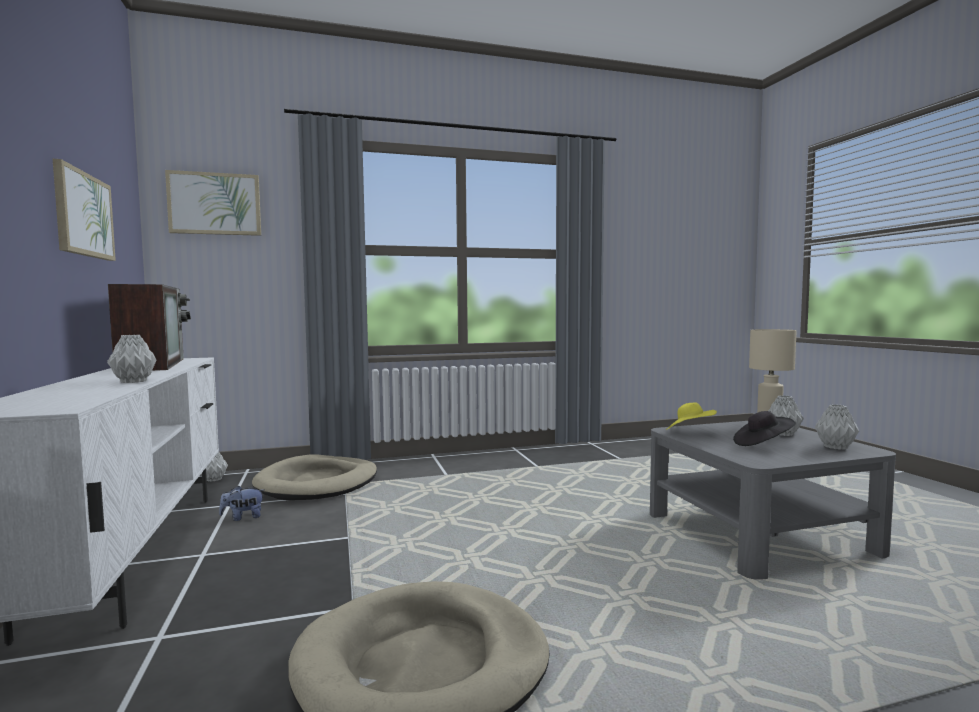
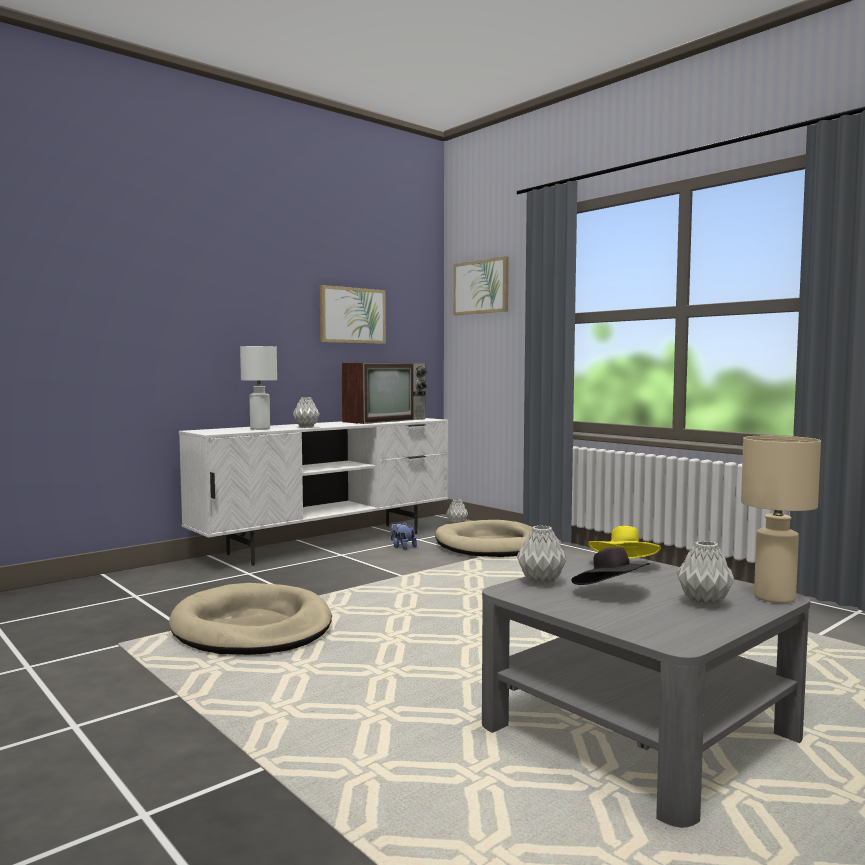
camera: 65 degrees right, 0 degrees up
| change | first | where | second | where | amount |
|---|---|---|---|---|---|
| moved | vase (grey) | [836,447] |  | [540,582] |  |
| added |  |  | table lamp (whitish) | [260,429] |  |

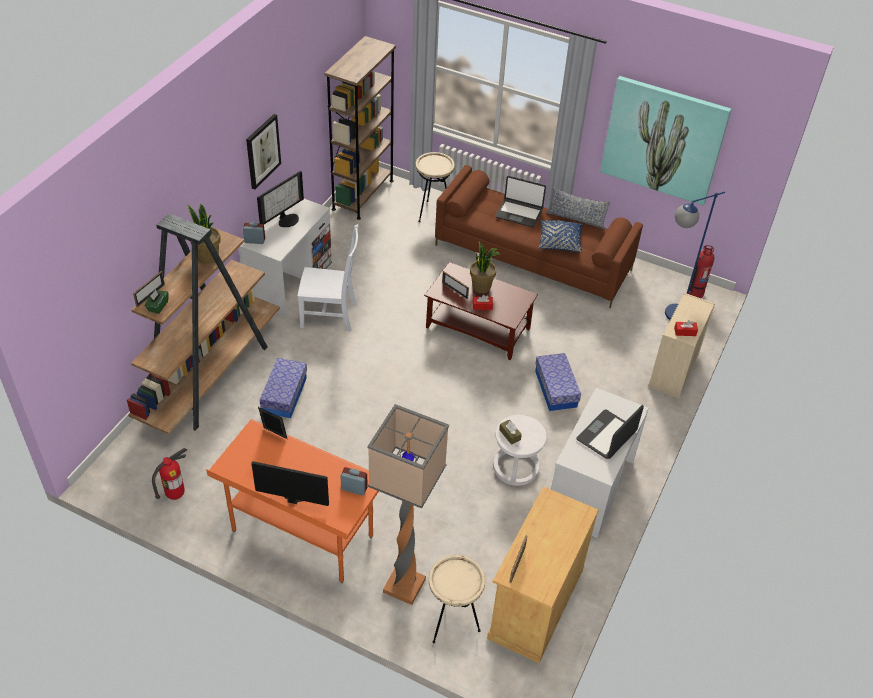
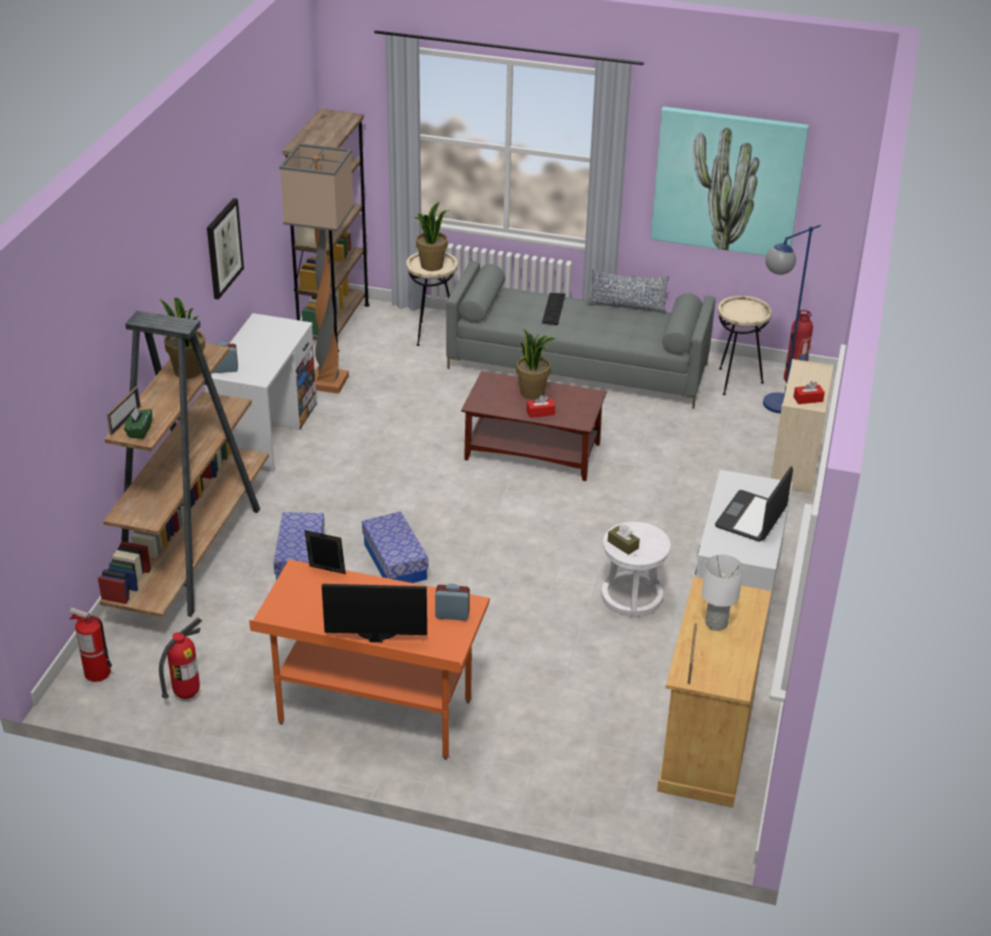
camera: 10 degrees left, 10 degrees down
| change | first | where | second | where | amount |
|---|---|---|---|---|---|
| recoloured | sofa (brown) | [533,257] | sofa (grey) | [579,366] |  |
| removed | computer display | [287,219] |  |  |  |
| replaced | laptop | [519,213] | PC keyboard | [553,308] |  |
| removed | throw pillow (bluish) | [560,242] |  |  |  |
| removed | upright chair (whitish) | [331,315] |  |  |  |
| removed | standing frame | [455,290] |  |  |  |
| moved | storage bin | [556,389] |  | [395,561] |  |
| moved | standing lamp | [403,586] |  | [327,383] |  |
| moved | end table (sand-coloured) | [452,624] |  | [735,382] |  |
| added |  |  | plant in a pot | [431,265] |  |
| added |  |  | table lamp (whitish) | [716,623] |  |
| added |  |  | extinguisher | [97,673] |  |

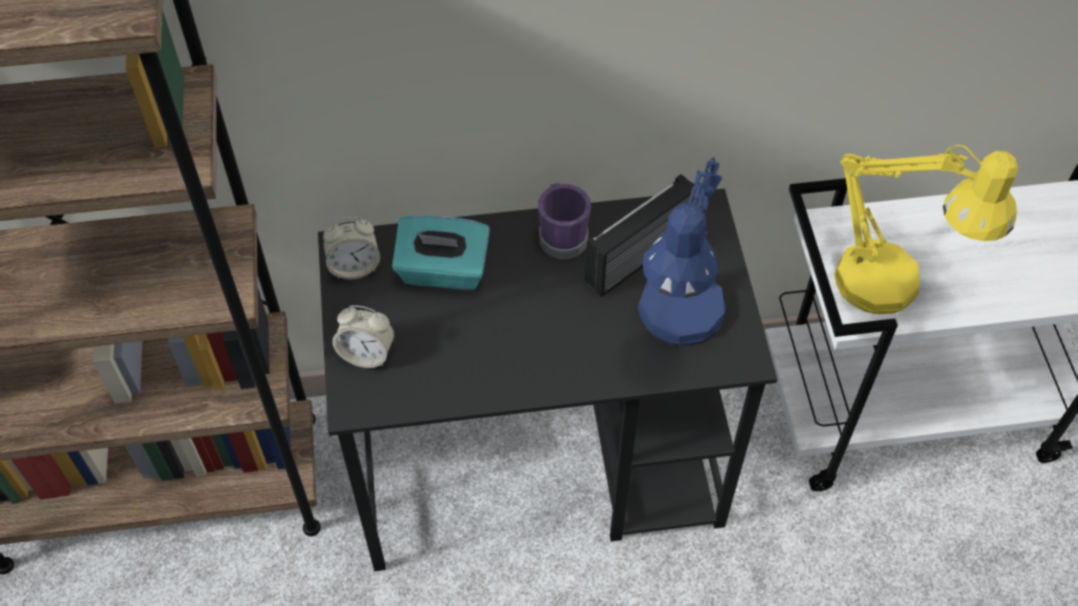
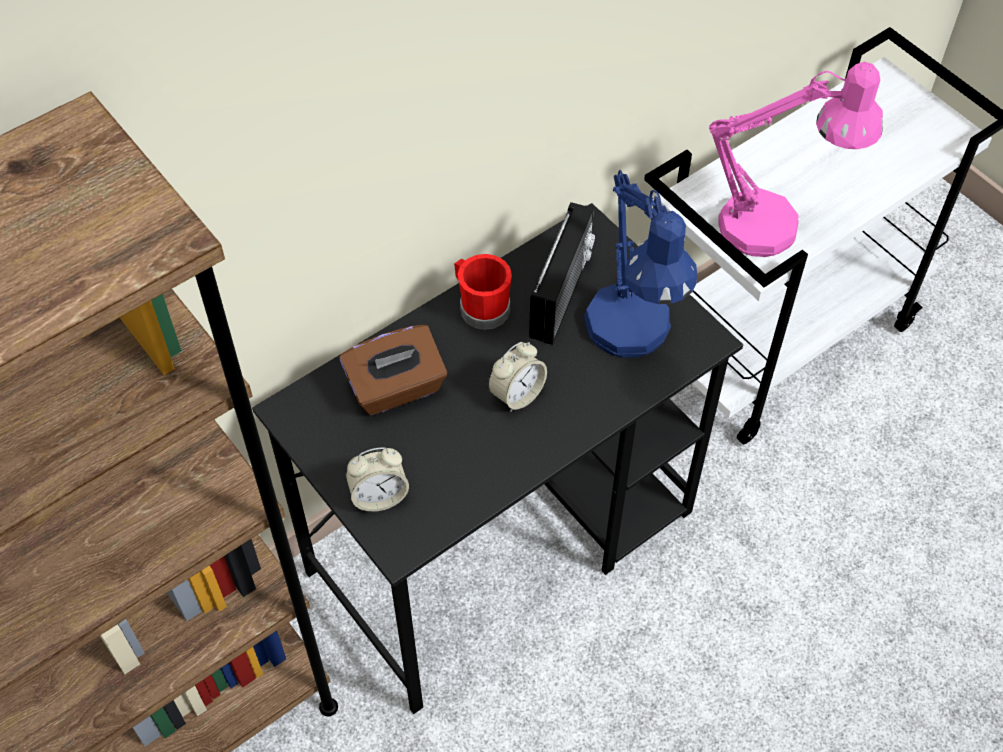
camera: 30 degrees left, 0 degrees up
| change | first | where | second | where | amount |
|---|---|---|---|---|---|
| recoloured | table lamp (yellow) | [894,289] | table lamp (pink) | [776,227] |  |
| recoloured | coffee mug (purplish) | [562,235] | coffee mug (reddish) | [480,306] |  |
| recoloured | tissue box (turquoise-coloured) | [443,271] | tissue box (brown) | [396,388] |  |
| moved | alarm clock | [354,267] |  | [517,394] |  |

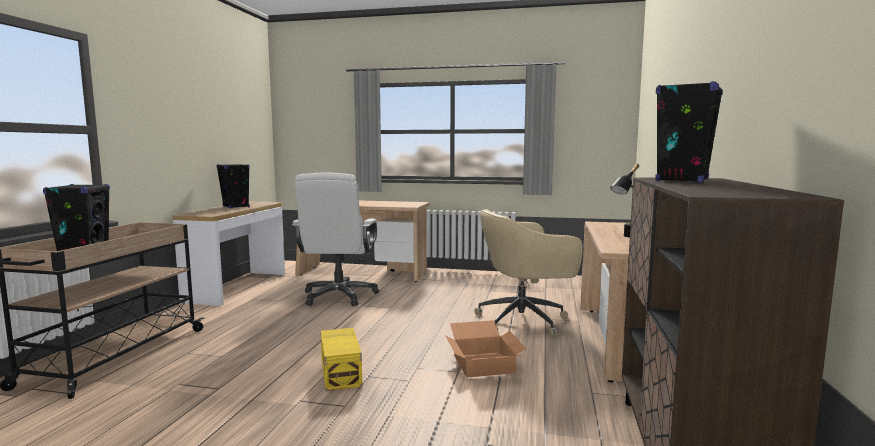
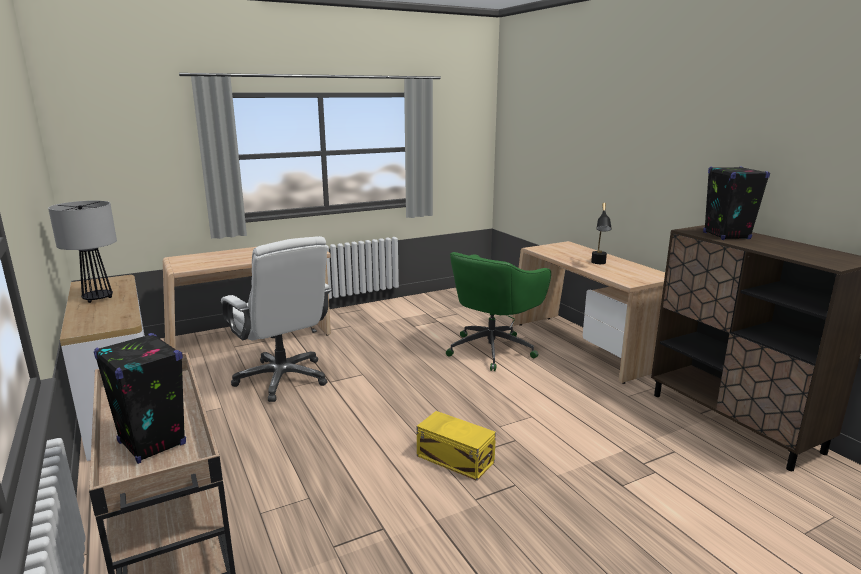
camera: 40 degrees left, 10 degrees up
| change | first | where | second | where | amount |
|---|---|---|---|---|---|
| replaced | speaker (black-coloured) | [236,206] | table lamp | [98,298] |  |
| recoloured | desk chair (sand-coloured) | [524,320] | desk chair (green) | [492,349] |  |
| removed | cardboard box | [485,364] |  |  |  |

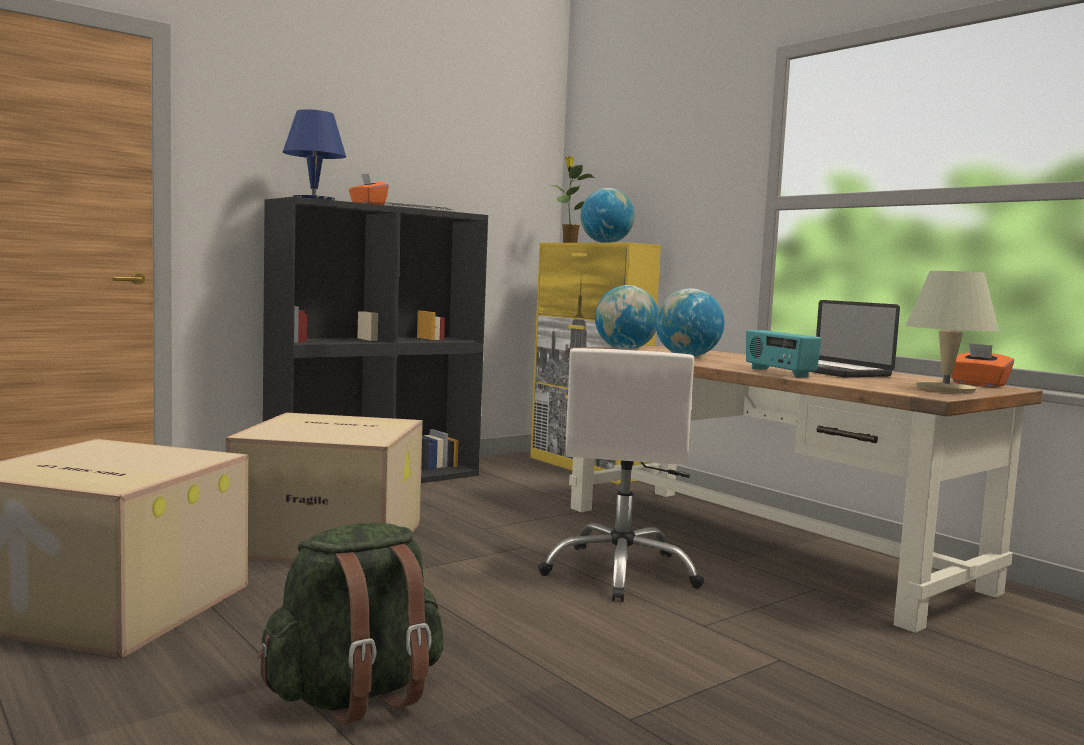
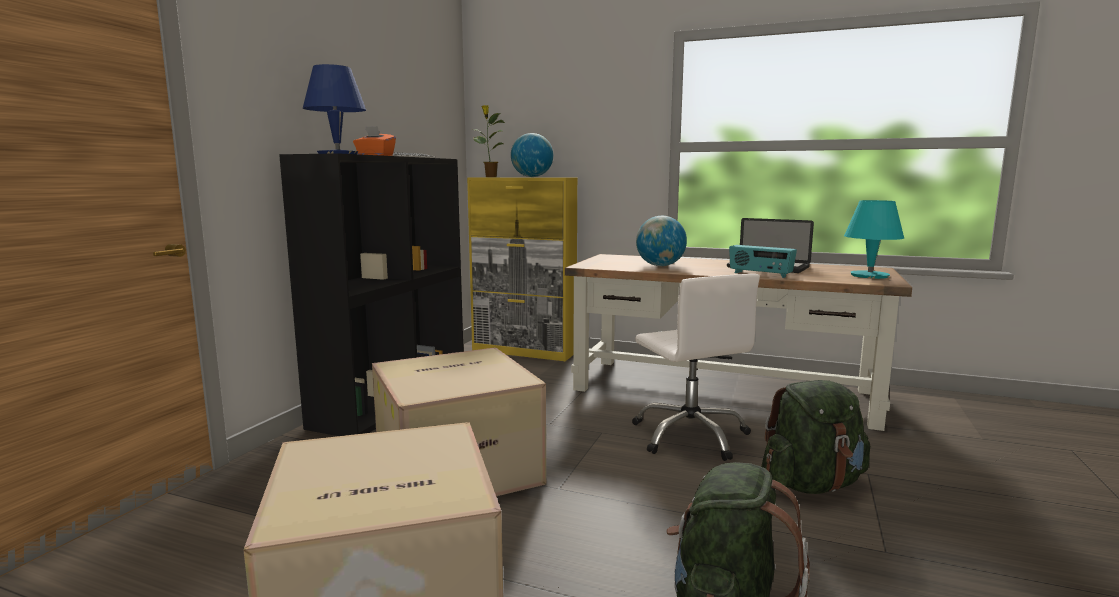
camera: 30 degrees left, 5 degrees up
| change | first | where | second | where | amount |
|---|---|---|---|---|---|
| recoloured | table lamp (sand-coloured) | [945,389] | table lamp (turquoise-coloured) | [869,275] |  |
| removed | globe | [625,349] |  |  |  |
| removed | tissue box (orange-coloured) | [978,384] |  |  |  |
| added |  |  | knapsack (green) | [812,484] |  |

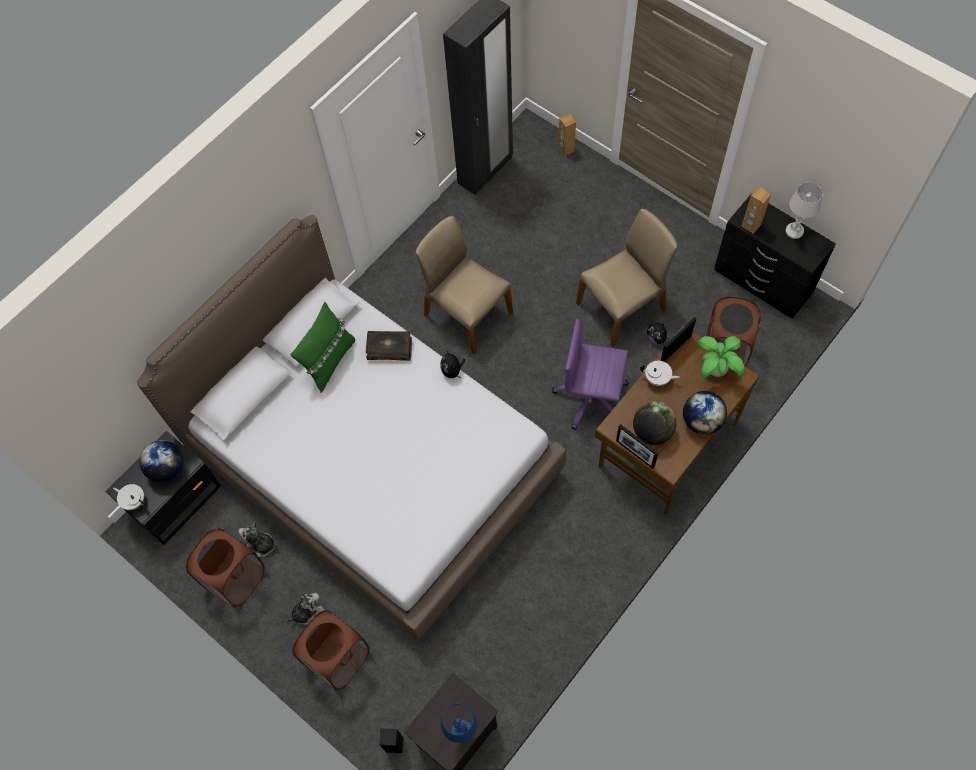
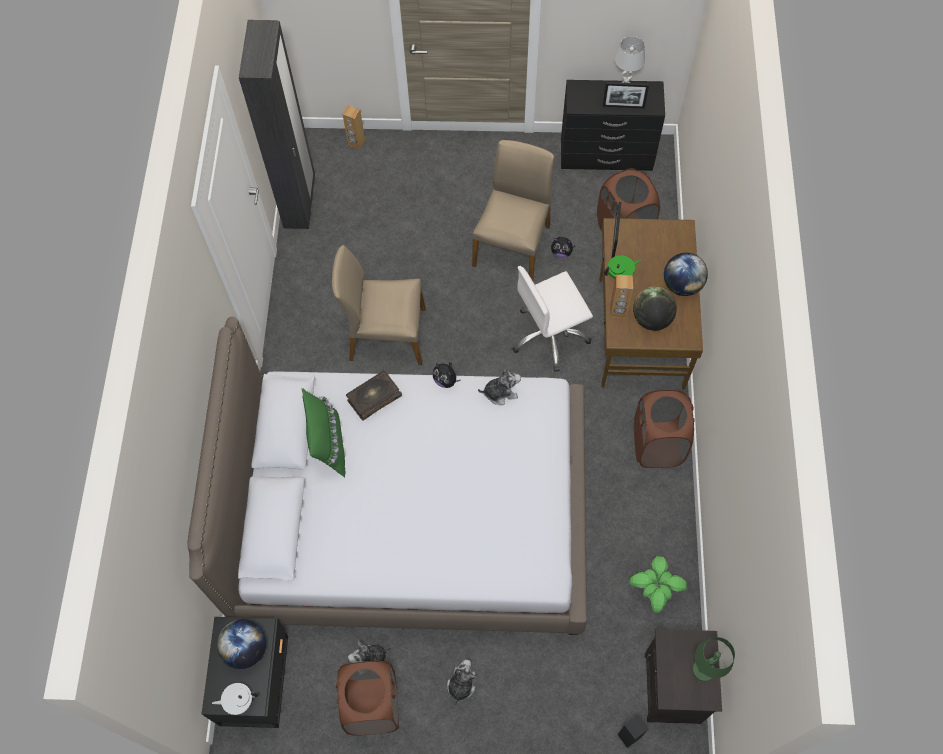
camera: 40 degrees left, 0 degrees up
| change | first | where | second | where | amount |
|---|---|---|---|---|---|
| moved | speaker (brown) | [751,225] |  | [618,311] |  |
| recoloured | desk chair (purplish) | [591,398] | desk chair (whitish) | [550,336] |  |
| moved | plant in a pot | [716,370] |  | [653,591] |  |
| recoloured | tea pot (whitish) | [657,379] | tea pot (green) | [620,274] |  |
| moved | standing frame | [635,453] |  | [623,106] |  |
| moved | hamper (brown) | [338,659] |  | [657,445] |  |
| recoloured | table lamp (bluish) | [462,731] | table lamp (green) | [703,670] |  |
| added |  |  | plush toy | [500,392] |  |

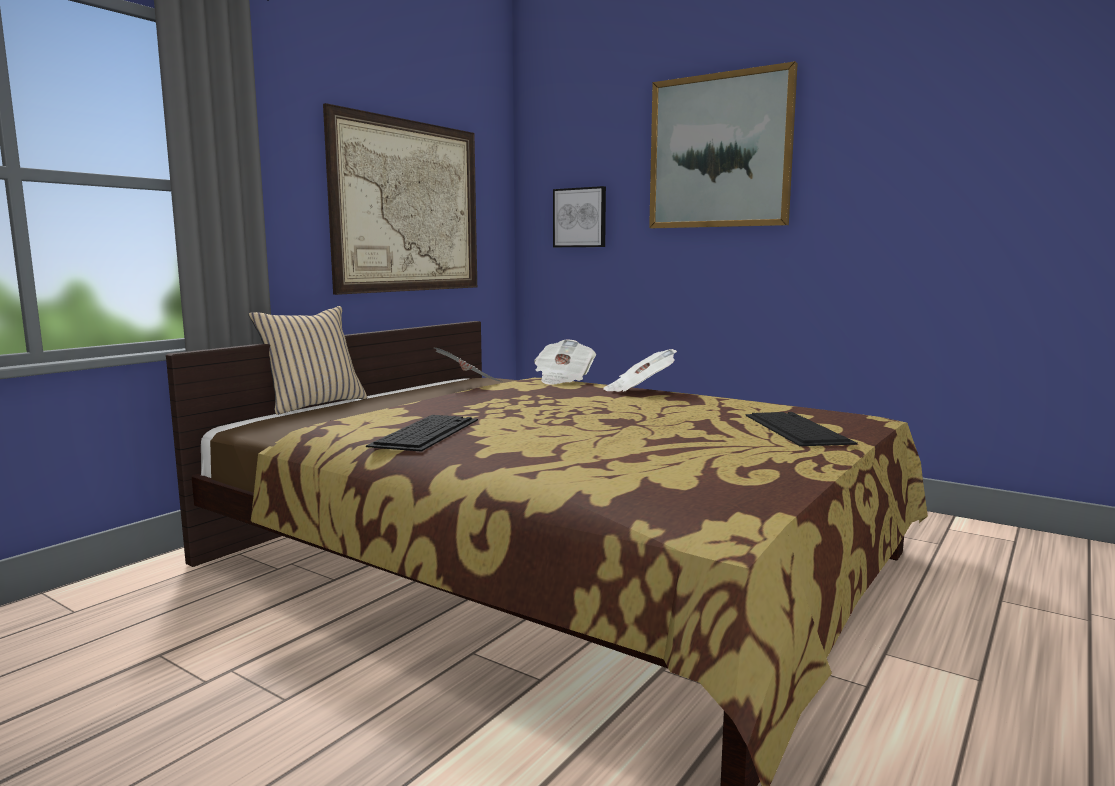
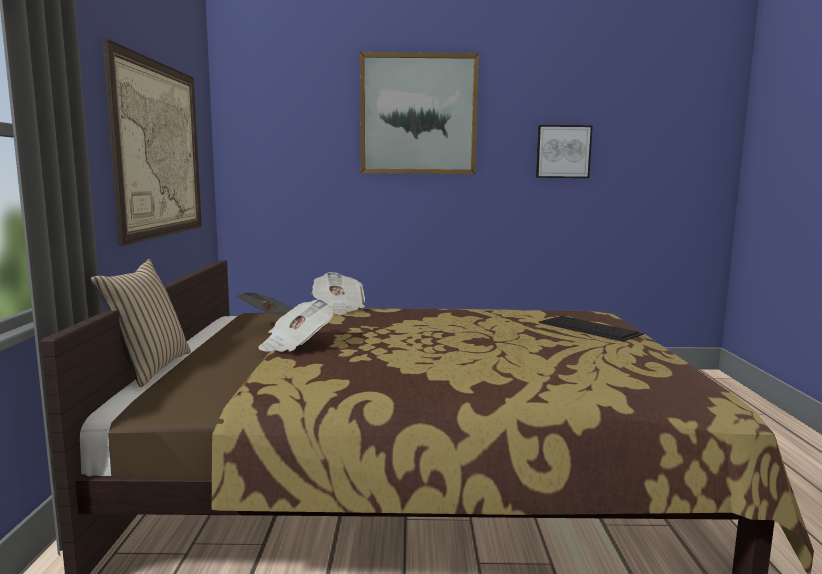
camera: 35 degrees left, 0 degrees up
| change | first | where | second | where | amount |
|---|---|---|---|---|---|
| moved | wall picture | [580,217] |  | [563,151] |  |
| moved | daily paper | [639,390] |  | [296,345] |  |
| removed | PC keyboard | [426,432] |  |  |  |

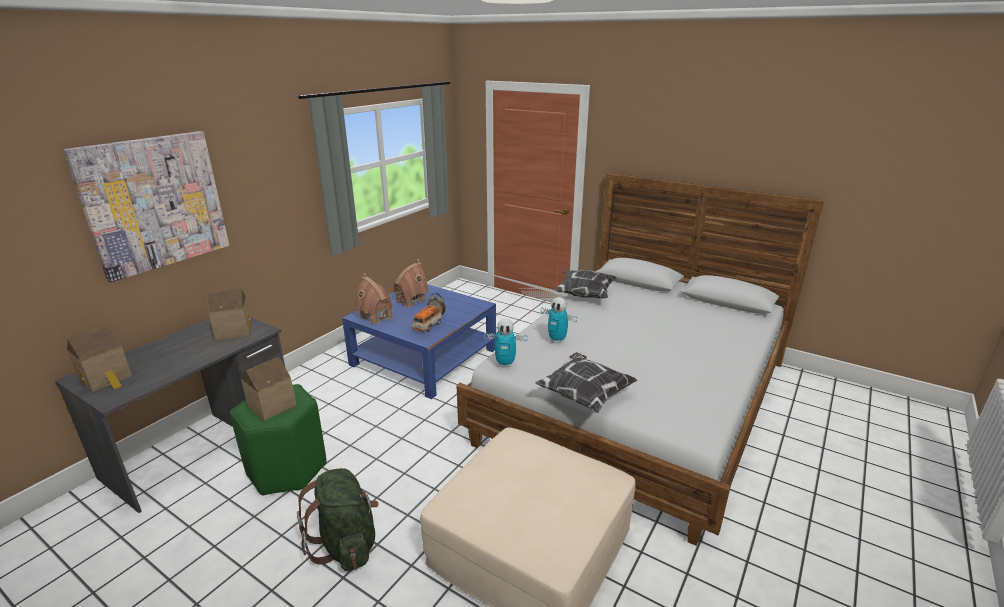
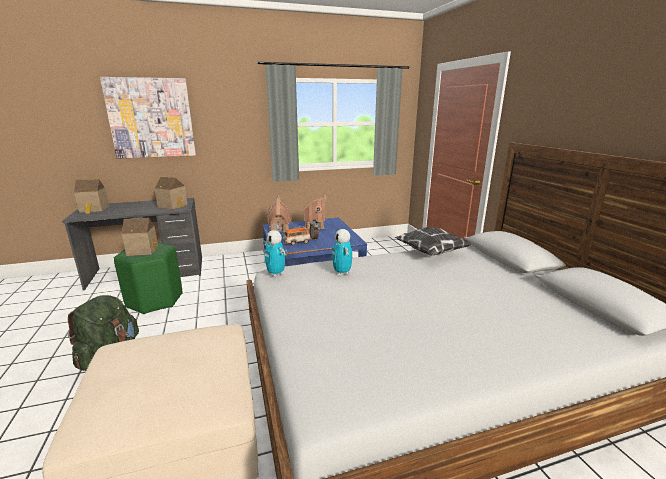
camera: 40 degrees right, 5 degrees down
| change | first | where | second | where | amount |
|---|---|---|---|---|---|
| removed | throw pillow | [584,395] |  |  |  |

